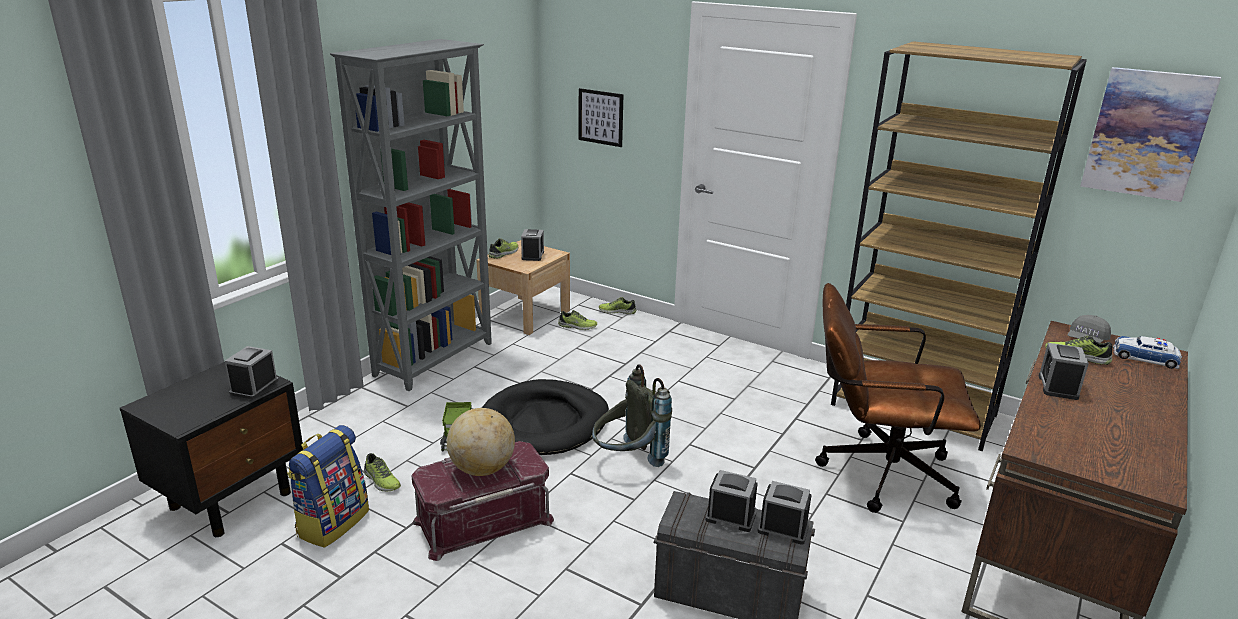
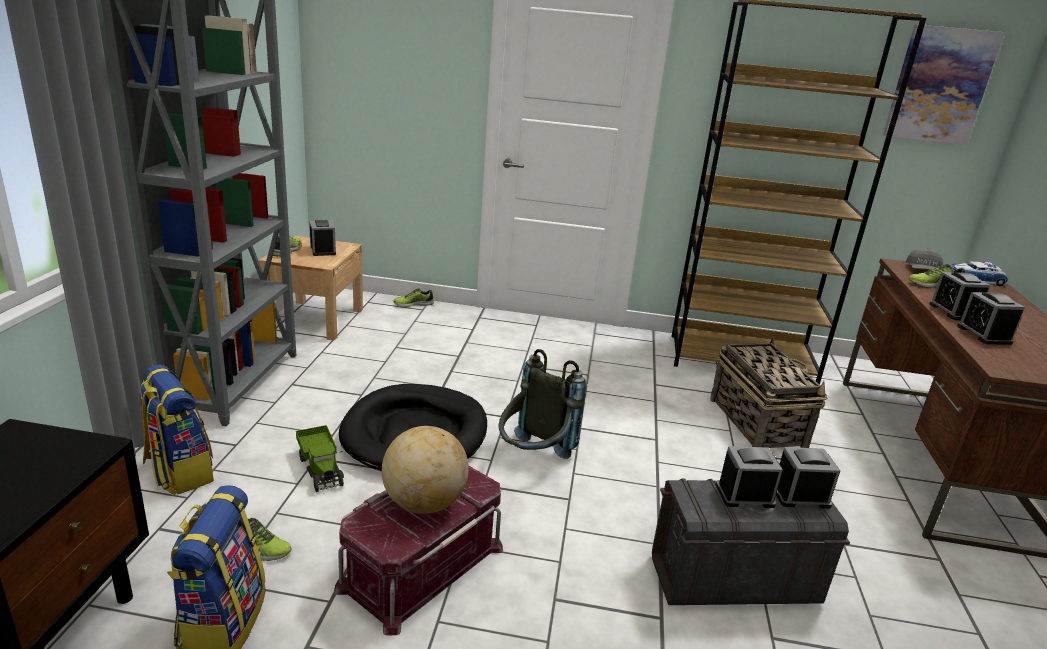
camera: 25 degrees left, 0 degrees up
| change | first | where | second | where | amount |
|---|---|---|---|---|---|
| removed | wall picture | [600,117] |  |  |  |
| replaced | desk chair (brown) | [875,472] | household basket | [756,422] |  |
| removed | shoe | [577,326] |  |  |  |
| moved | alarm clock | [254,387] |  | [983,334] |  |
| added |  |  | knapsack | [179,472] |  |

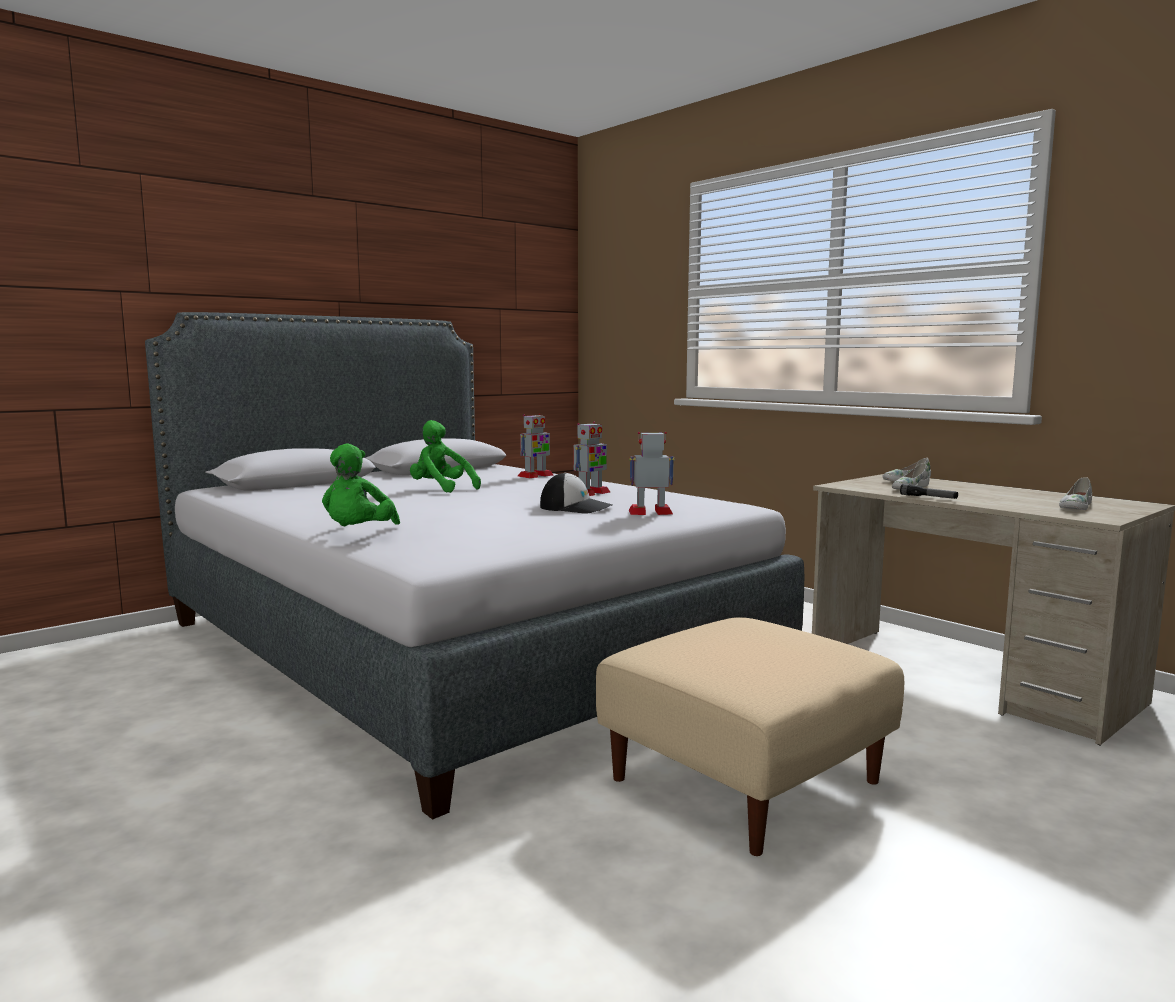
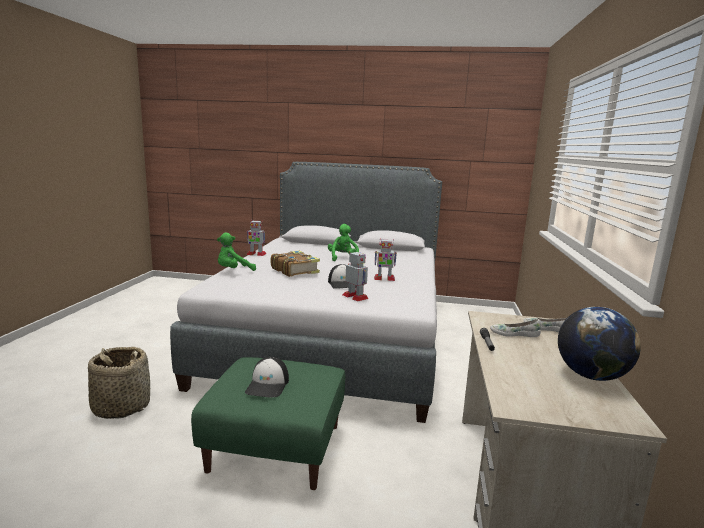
camera: 50 degrees right, 5 degrees up
| change | first | where | second | where | amount |
|---|---|---|---|---|---|
| moved | toy robot | [535,476] |  | [256,254] |  |
| removed | shoe (whitish) | [1075,507] |  |  |  |
| recoloured | pouffe (sand-coloured) | [744,779] | pouffe (green) | [276,447] |  |
| added |  |  | volume | [295,270] |  |
| added |  |  | globe | [591,376] |  |
| added |  |  | household basket | [121,406] |  |
| added |  |  | baseball cap | [268,385] |  |

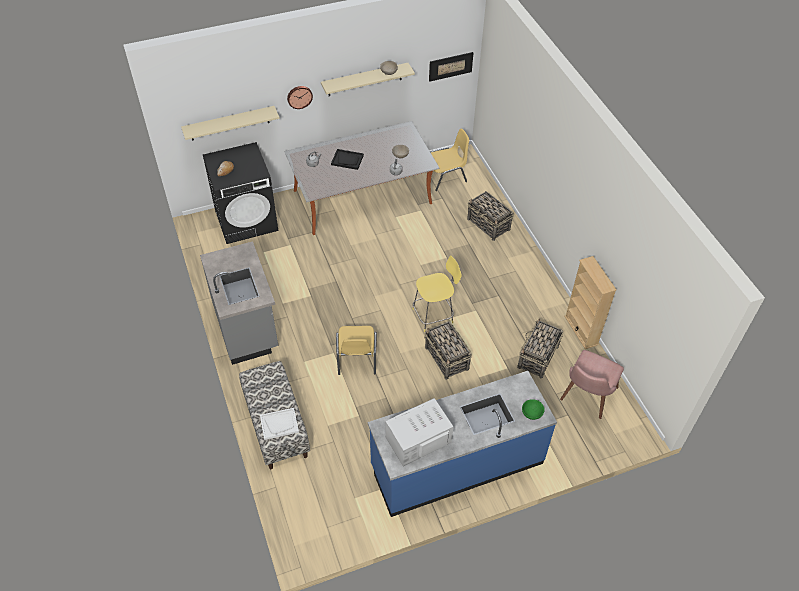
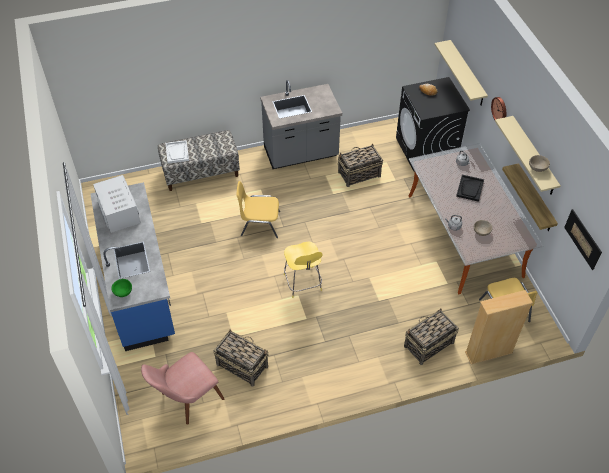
camera: 95 degrees right, 0 degrees up
| change | first | where | second | where | amount |
|---|---|---|---|---|---|
| moved | bookshelf (sand-coloured) | [581,330] |  | [488,352] |  |
| moved | household basket | [447,359] |  | [358,174] |  |
| turned | upright chair (pink) | [585,399] |  | [186,400] | 75 degrees counterclockwise |
| added |  |  | shelf | [535,199] |  |

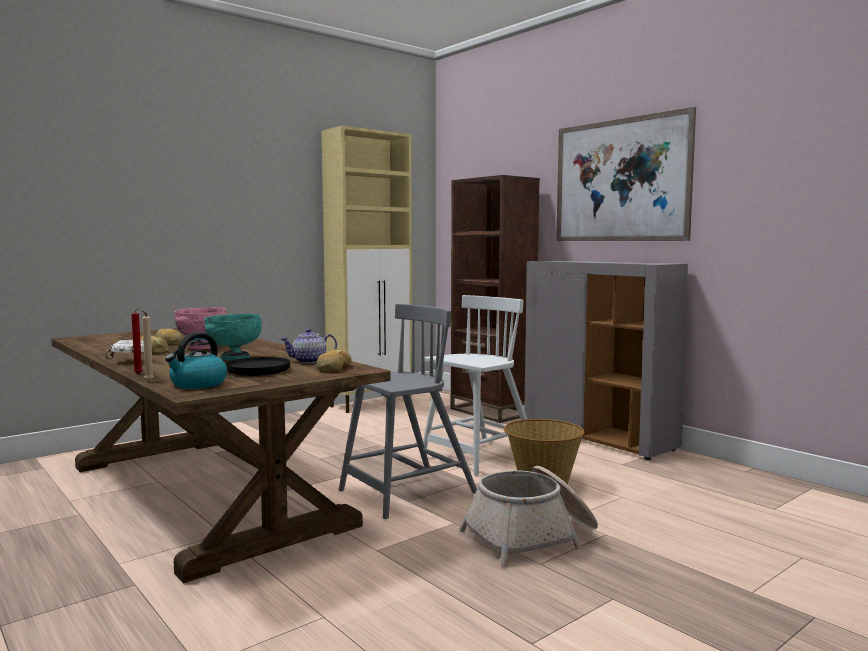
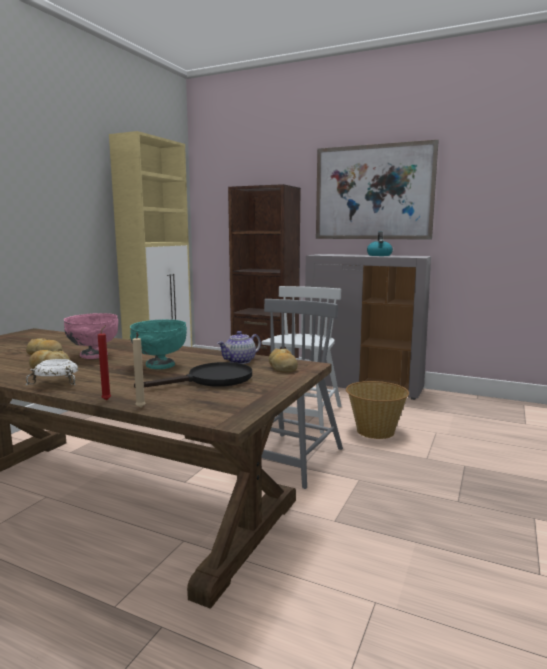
camera: 25 degrees left, 5 degrees up
| change | first | where | second | where | amount |
|---|---|---|---|---|---|
| moved | tea kettle | [198,384] |  | [379,255] |  |
| removed | household basket | [532,537] |  |  |  |

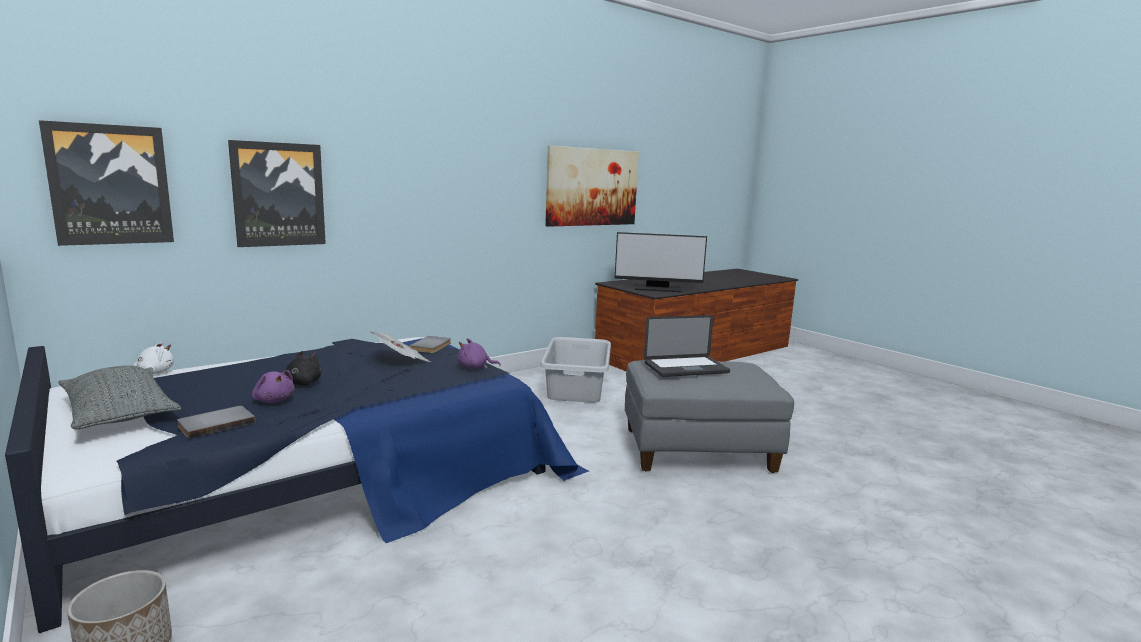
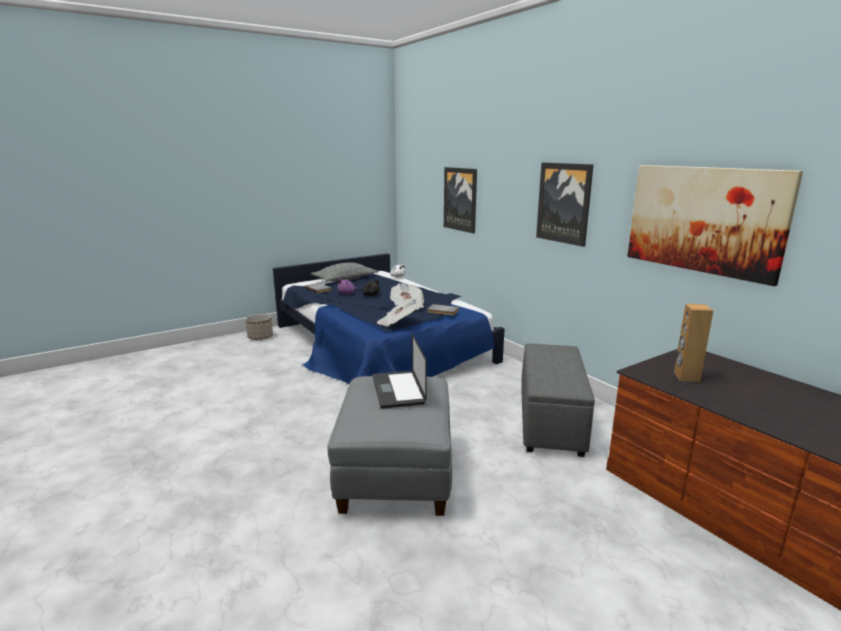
camera: 95 degrees right, 5 degrees up
| change | first | where | second | where | amount |
|---|---|---|---|---|---|
| moved | wall picture | [110,185] |  | [564,203] |  |
| replaced | computer display | [657,288] | speaker (brown) | [686,377] |  |
| replaced | hamper (grey) | [577,387] | pouffe (grey) | [550,421] |  |
| replaced | plush toy (purplish) | [475,367] | daily paper | [397,323] |  |

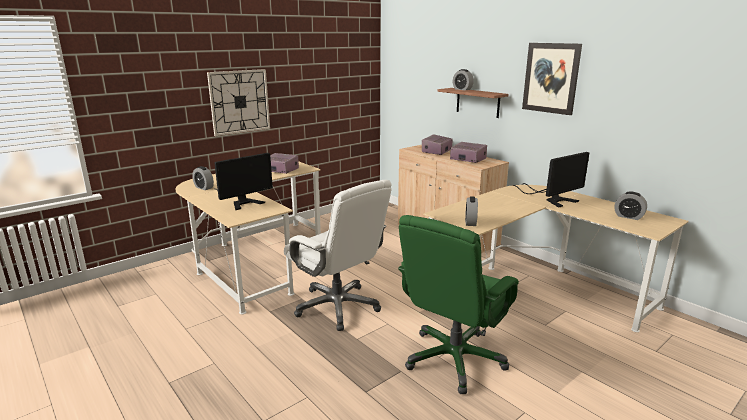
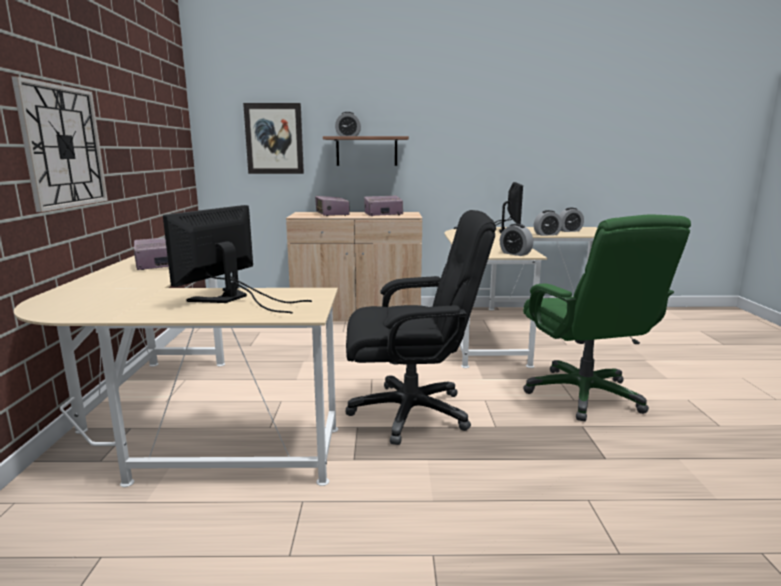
camera: 50 degrees left, 5 degrees down
| change | first | where | second | where | amount |
|---|---|---|---|---|---|
| moved | wall picture | [551,78] |  | [274,139] |  |
| turned | computer display | [241,201] |  | [234,299] | 150 degrees counterclockwise |
| moved | alarm clock | [204,188] |  | [546,234] |  |
| recoloured | desk chair (whitish) | [338,307] | desk chair (black-coloured) | [412,412] |  |

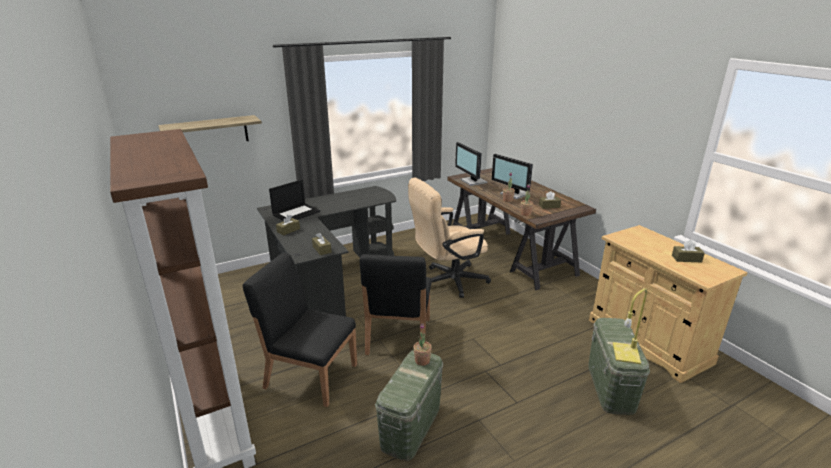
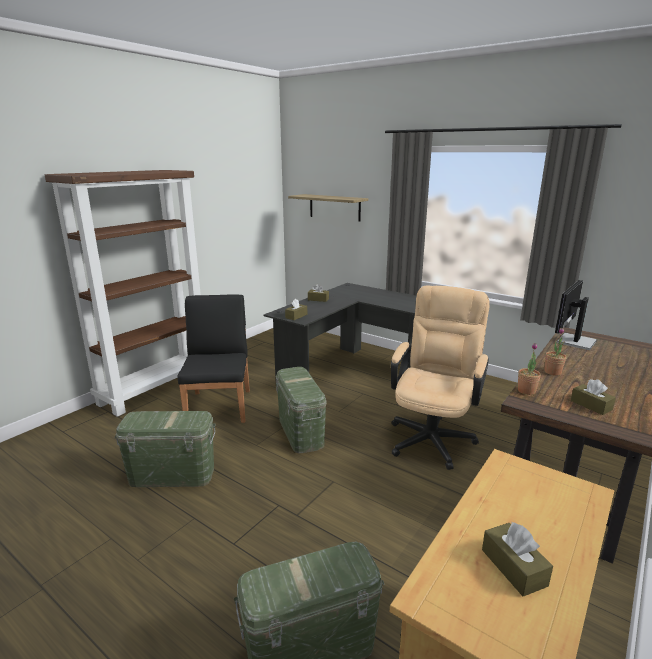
camera: 65 degrees right, 5 degrees down
| change | first | where | second | where | amount |
|---|---|---|---|---|---|
| removed | computer display | [514,194] |  |  |  |
| turned | desk chair (sand-coloured) | [448,281] |  | [433,435] | 75 degrees clockwise |
| removed | laptop | [296,213] |  |  |  |
| replaced | upright chair (black-coloured) | [398,337] | storage bin (green) | [300,432] |  |
| removed | table lamp (yellow) | [625,353] |  |  |  |
| removed | plant in a pot | [422,361] |  |  |  |

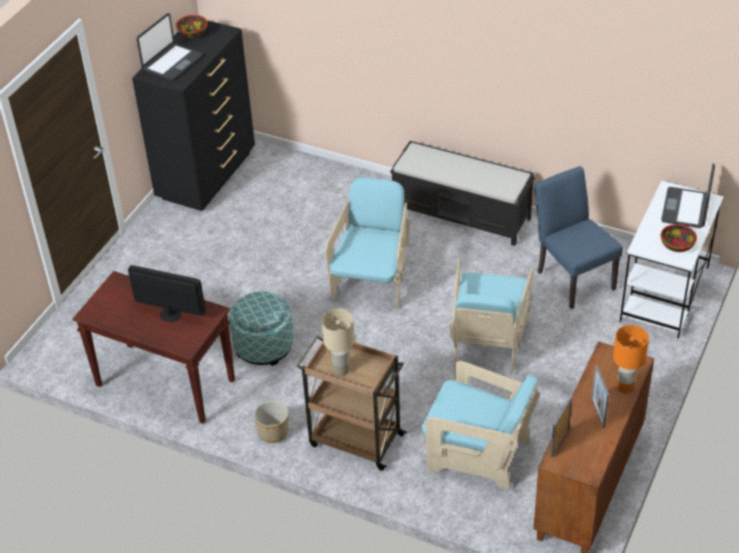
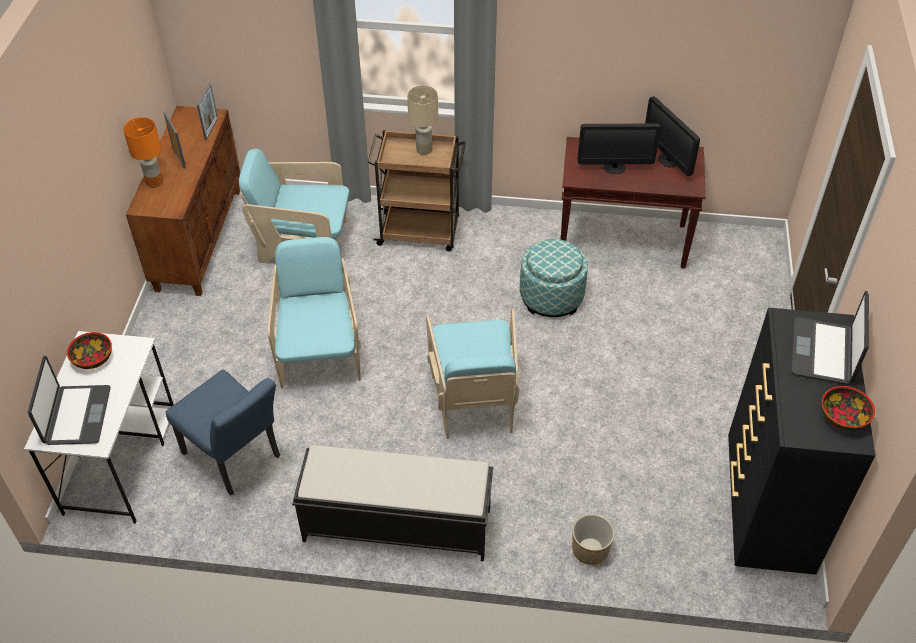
camera: 160 degrees right, 5 degrees up
| change | first | where | second | where | amount |
|---|---|---|---|---|---|
| moved | plant pot | [273,432] |  | [590,550] |  |
| added |  |  | computer display | [668,160] |  |

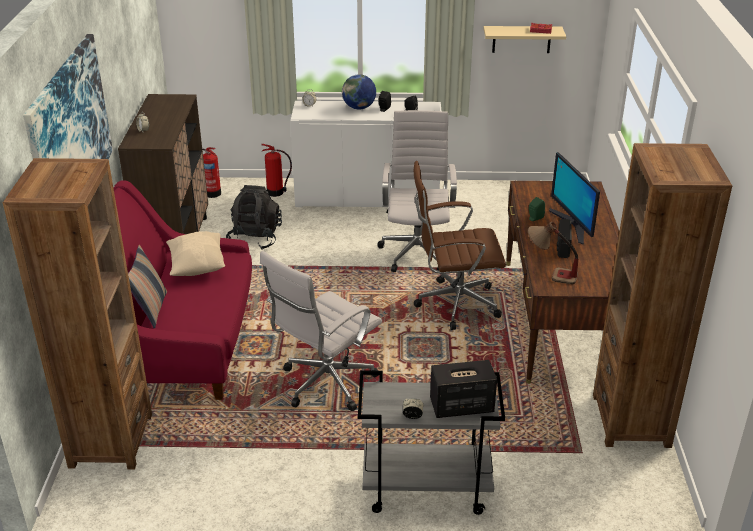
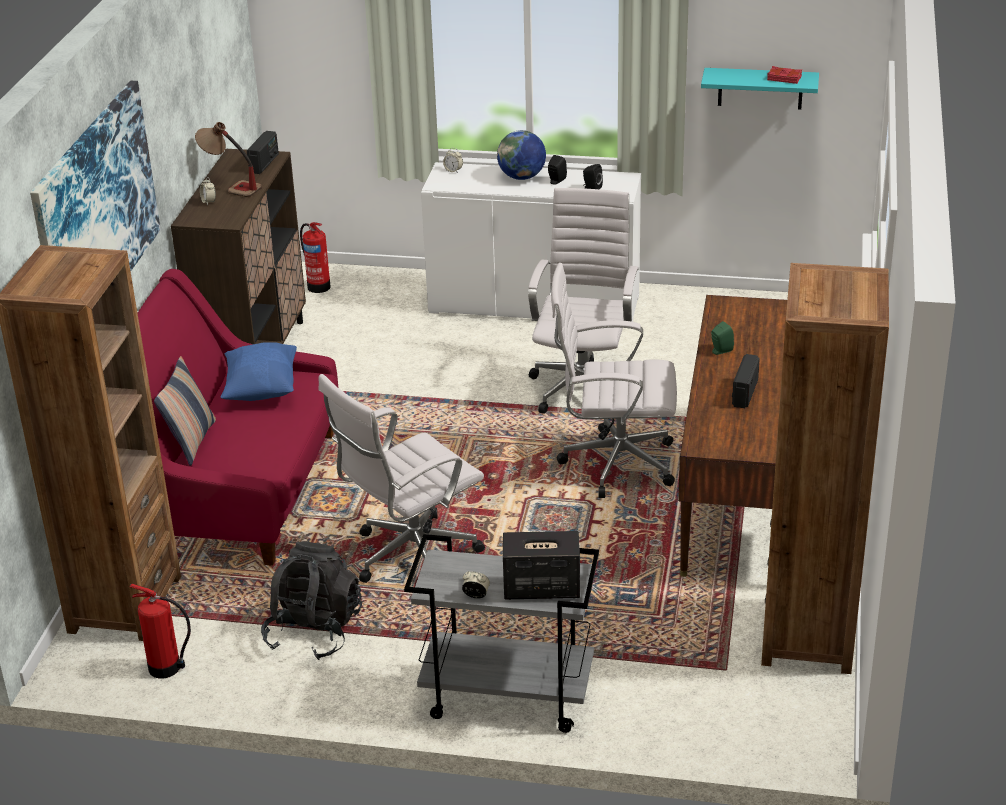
camera: 10 degrees right, 0 degrees up
| change | first | where | second | where | amount |
|---|---|---|---|---|---|
| recoloured | shelf (sand-coloured) | [521,39] | shelf (turquoise-coloured) | [760,88] |  |
| moved | extinguisher | [276,192] |  | [166,668] |  |
| removed | computer display | [573,225] |  |  |  |
| recoloured | desk chair (brown) | [454,304] | desk chair (whitish) | [613,463] |  |
| moved | knapsack (black-coloured) | [255,239] |  | [314,631] |  |
| moved | table lamp | [550,275] |  | [230,187] |  |
| recoloured | throw pillow (sand-coloured) | [197,267] | throw pillow (bluish) | [261,389] |  |
| added |  |  | radio receiver | [264,163] |  |

